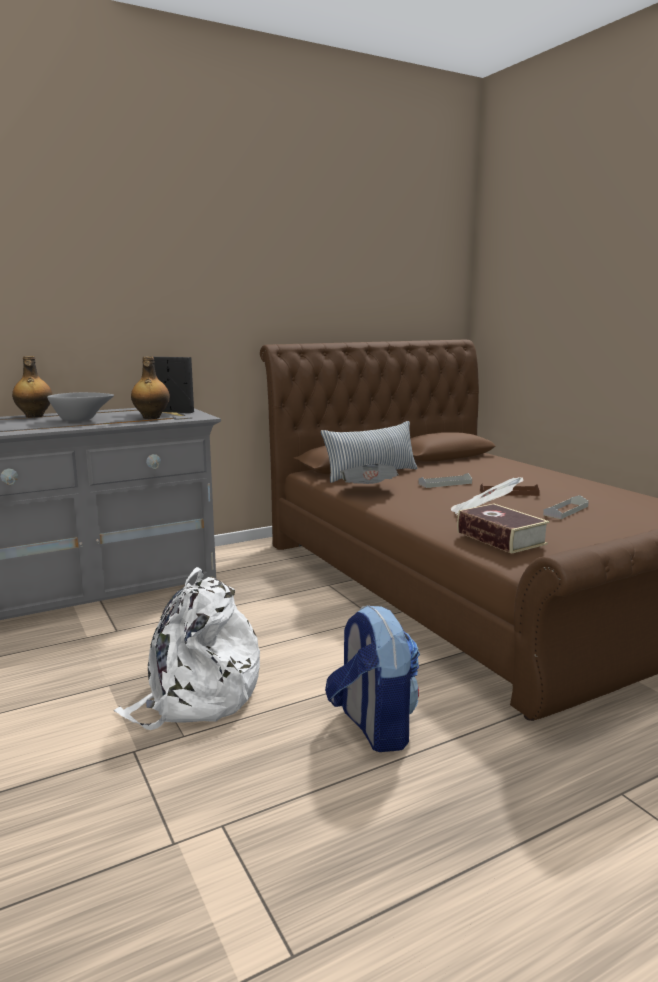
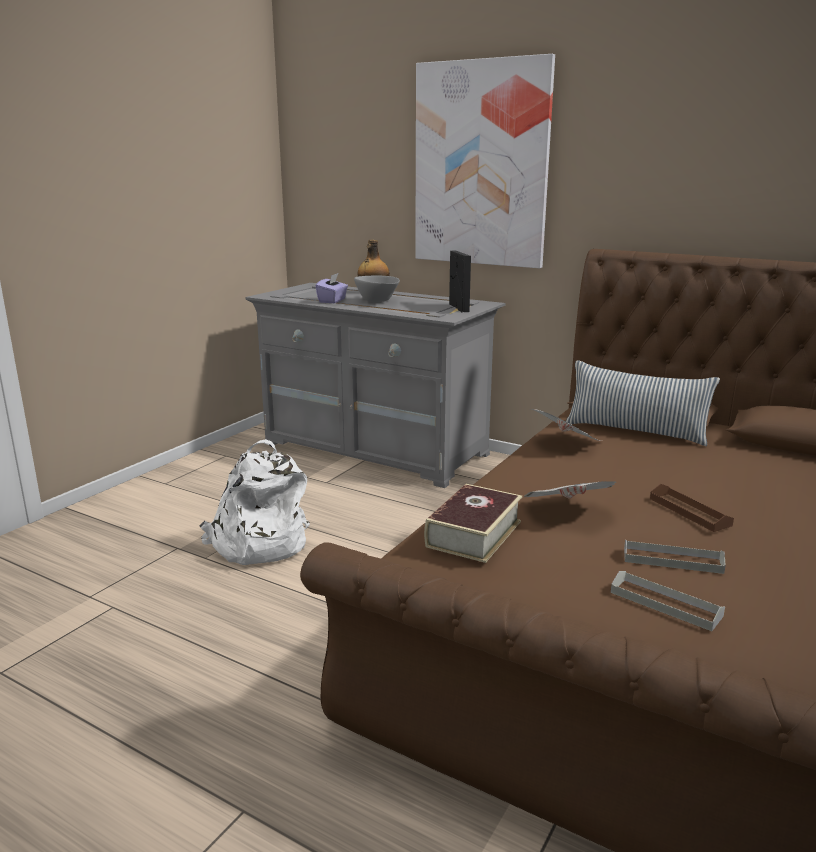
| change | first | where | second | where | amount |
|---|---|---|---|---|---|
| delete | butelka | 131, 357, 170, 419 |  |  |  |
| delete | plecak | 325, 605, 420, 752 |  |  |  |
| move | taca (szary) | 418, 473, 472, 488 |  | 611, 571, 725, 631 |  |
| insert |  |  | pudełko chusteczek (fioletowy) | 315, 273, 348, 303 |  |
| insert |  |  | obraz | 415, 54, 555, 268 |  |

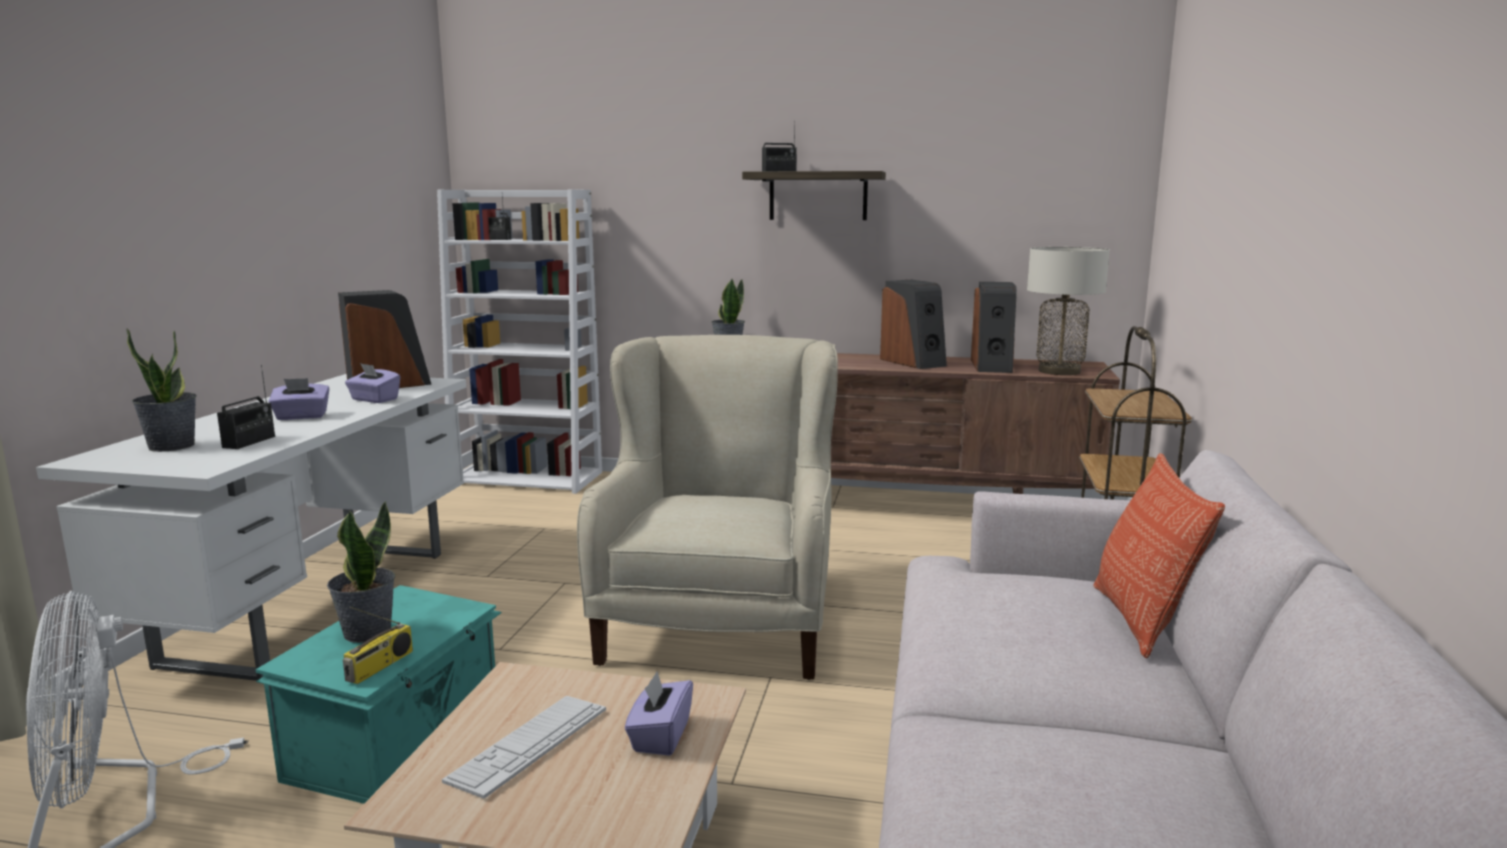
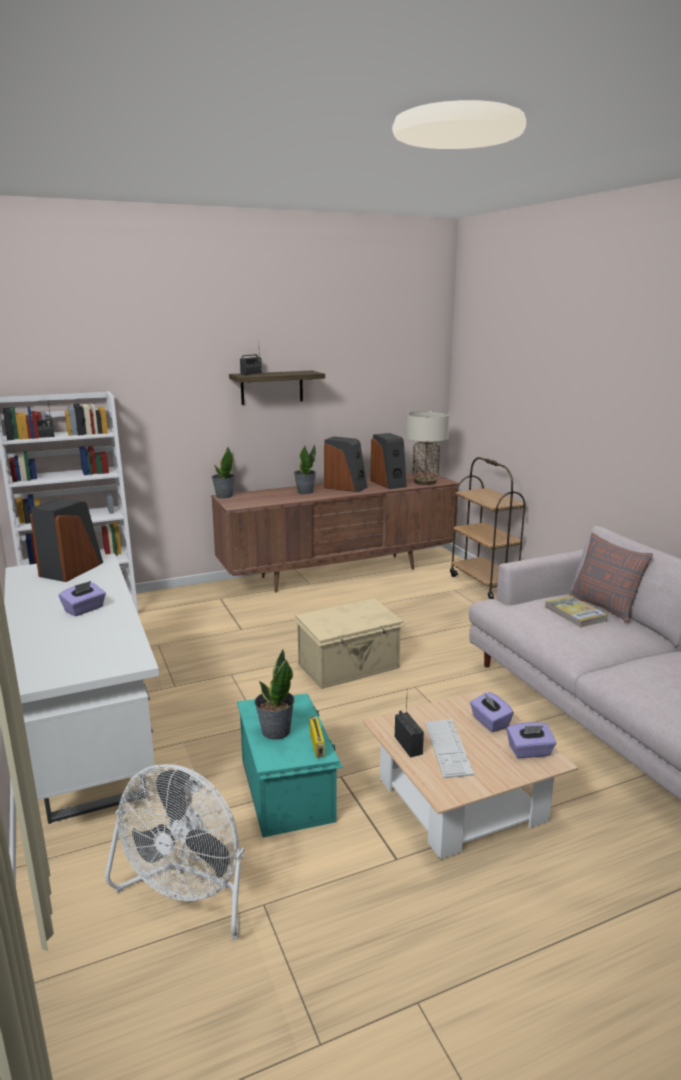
| change | first | where | second | where | amount |
|---|---|---|---|---|---|
| move | roślina doniczkowa | 126, 329, 196, 452 |  | 294, 445, 316, 494 |  |
| move | radio | 217, 365, 275, 449 |  | 395, 688, 424, 757 |  |
| move | pudełko chusteczek (fioletowy) | 345, 363, 400, 403 |  | 507, 722, 556, 758 |  |
| replace | fotel (beżowy) | 577, 335, 838, 680 | pojemnik do przechowywania (beżowy) | 294, 598, 406, 689 |  |
| recolor | poduszka (pomarańczowy) | 1094, 453, 1225, 658 | poduszka (szary) | 569, 533, 653, 623 |  |
| insert |  |  | książka | 545, 596, 608, 628 |  |

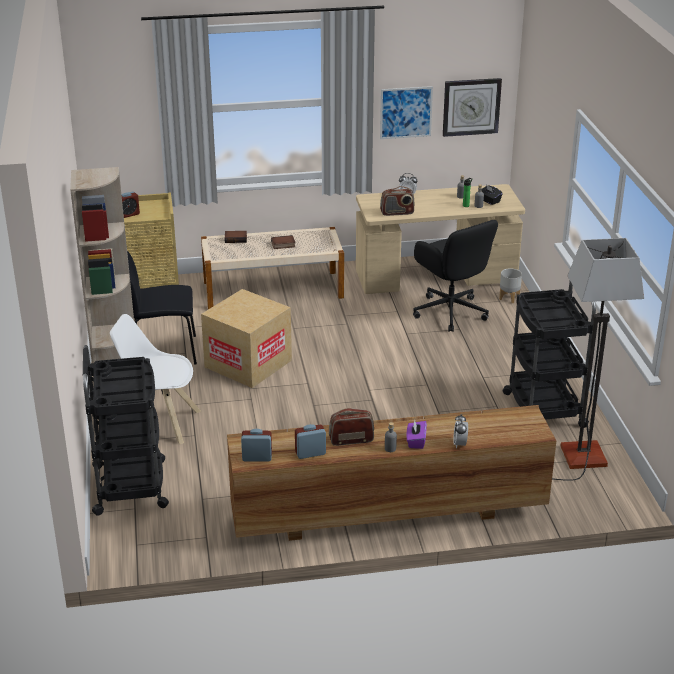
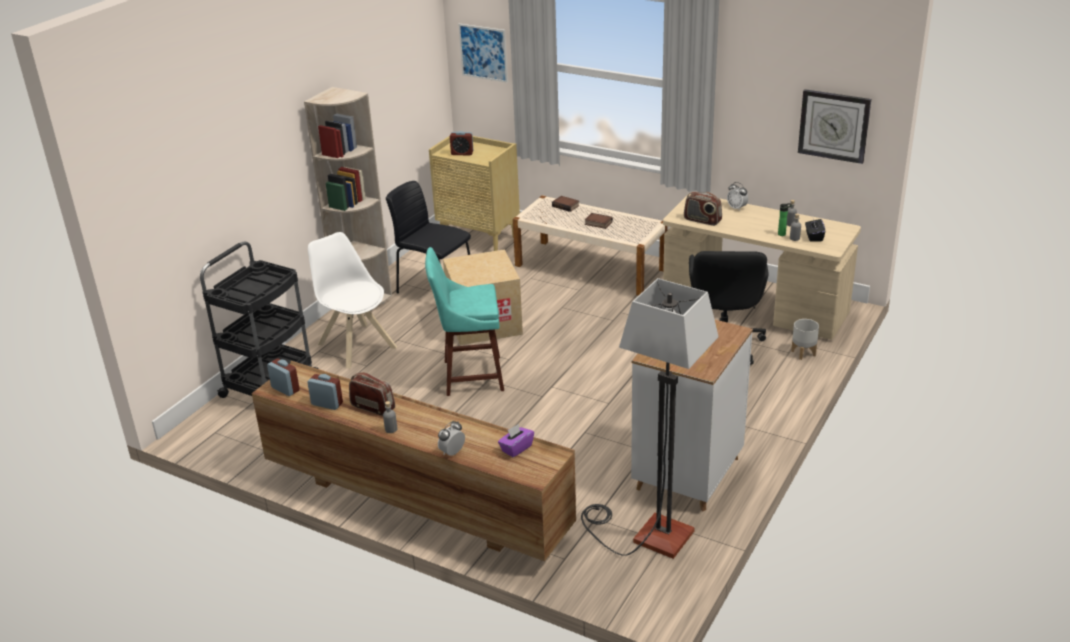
| change | first | where | second | where | amount |
|---|---|---|---|---|---|
| move | obraz | 380, 86, 433, 139 |  | 458, 24, 508, 83 |  |
| move | pudełko chusteczek (fioletowy) | 407, 419, 427, 449 |  | 498, 424, 534, 457 |  |
| replace | wózek (czarny) | 503, 281, 596, 428 | komoda | 631, 320, 753, 512 |  |
| insert |  |  | krzesło (turkusowy) | 425, 247, 504, 396 |  |

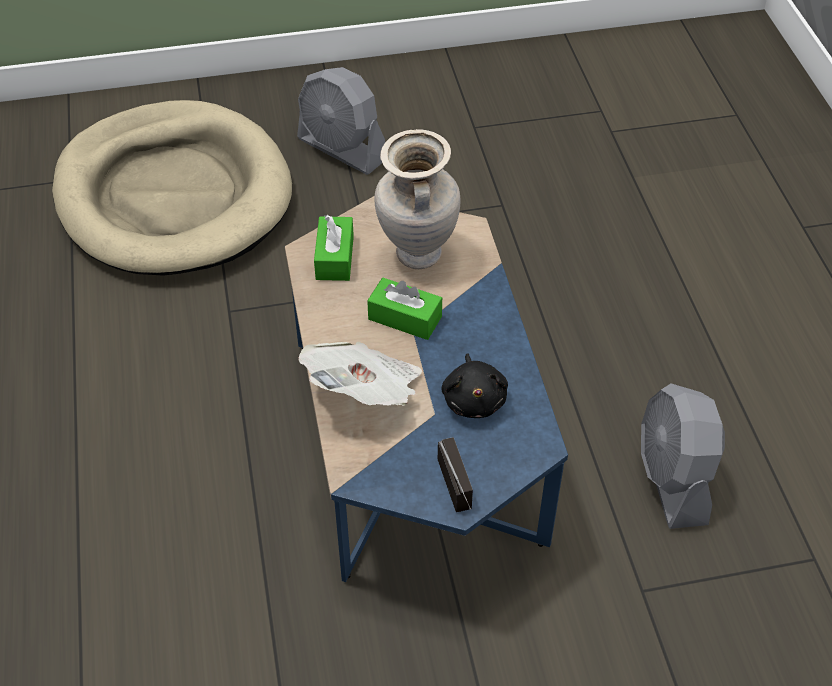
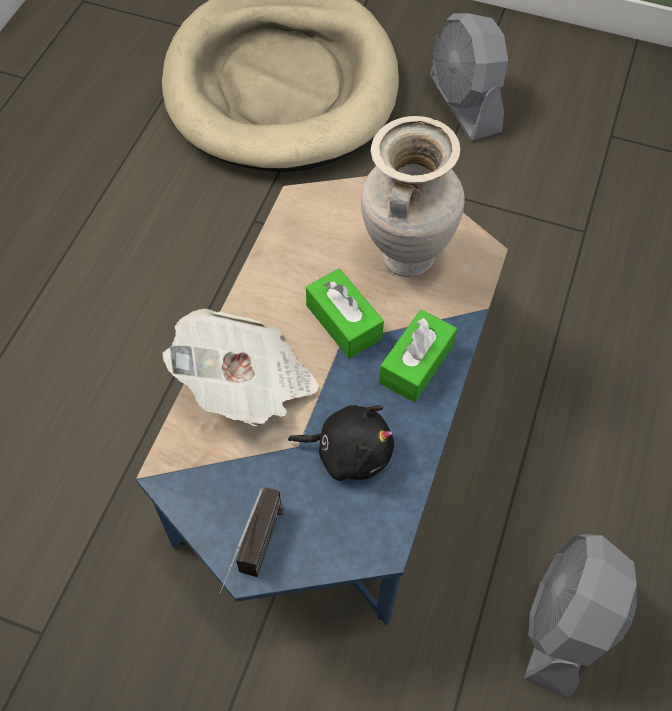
| change | first | where | second | where | amount |
|---|---|---|---|---|---|
| move | pudełko chusteczek (zielony) | 314, 215, 354, 281 |  | 379, 309, 457, 403 |  |
| rotate | pluszak (czarny) | 441, 353, 508, 418 |  | 288, 405, 394, 481 | 105 degrees counterclockwise |

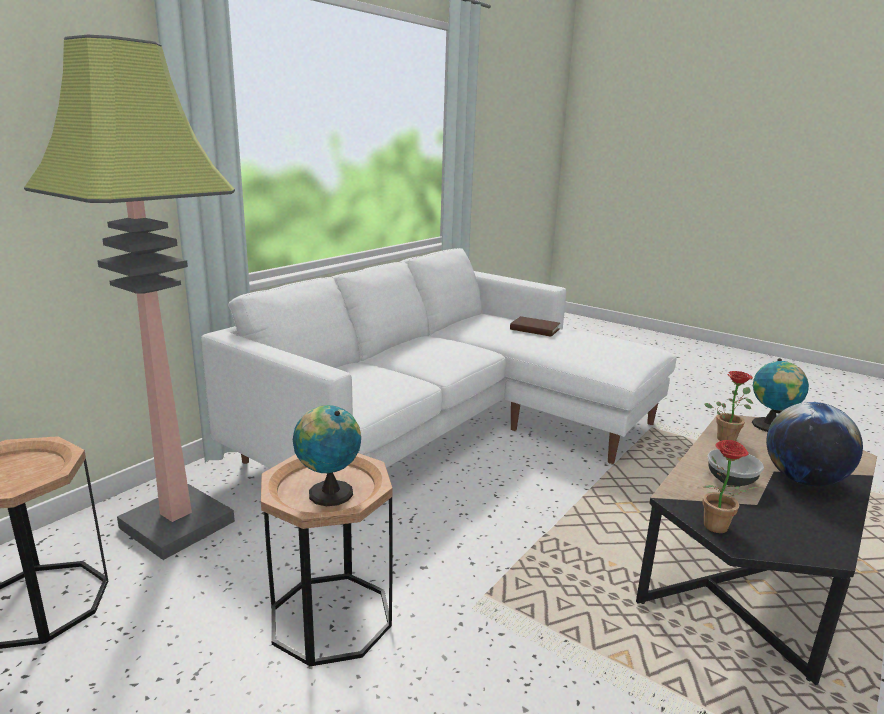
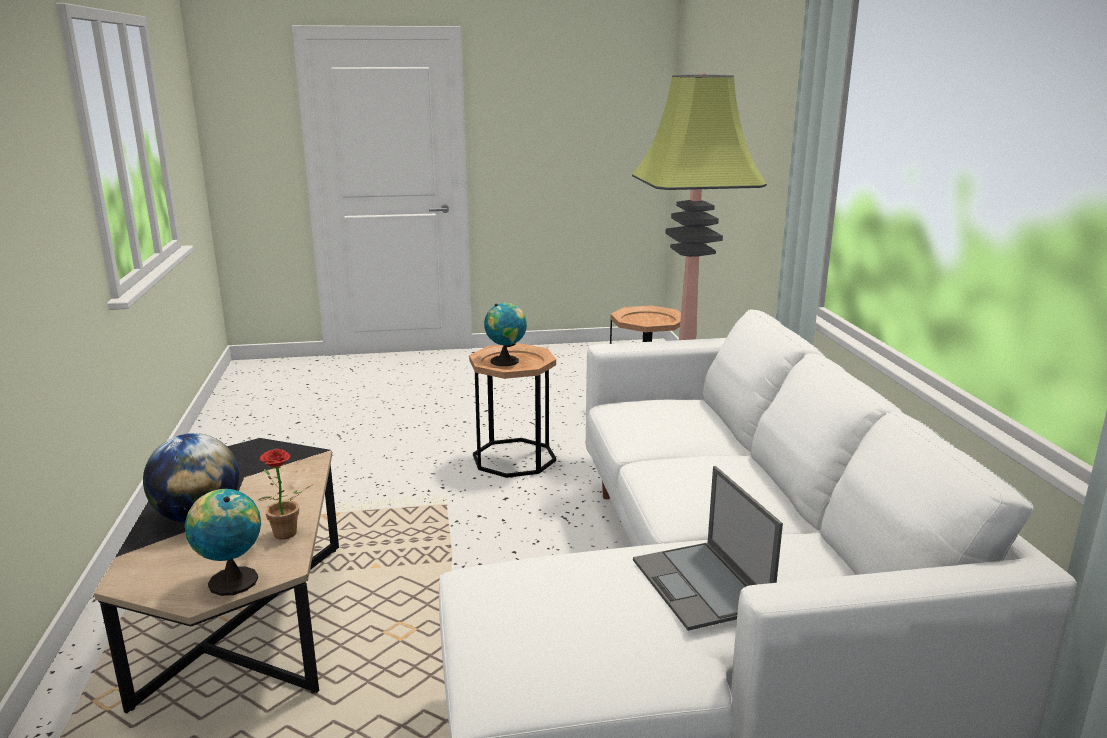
| change | first | where | second | where | amount |
|---|---|---|---|---|---|
| replace | książka (brązowy) | 510, 316, 560, 337 | laptop | 633, 466, 783, 631 |  |
| delete | roślina doniczkowa | 703, 440, 758, 533 |  |  |  |
| delete | miska | 708, 449, 764, 487 |  |  |  |

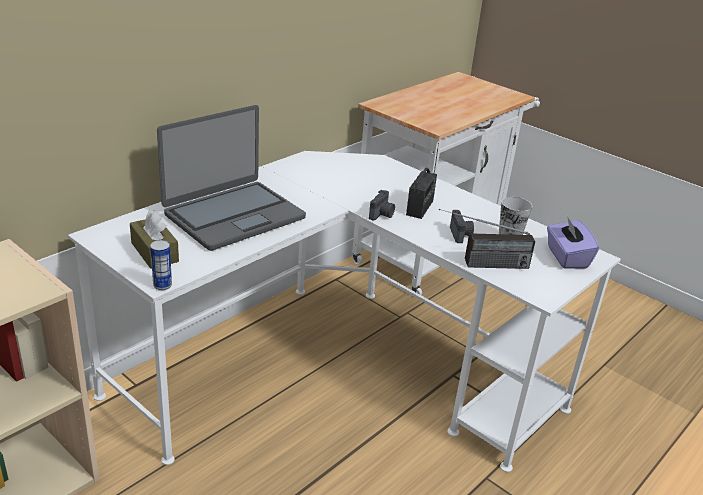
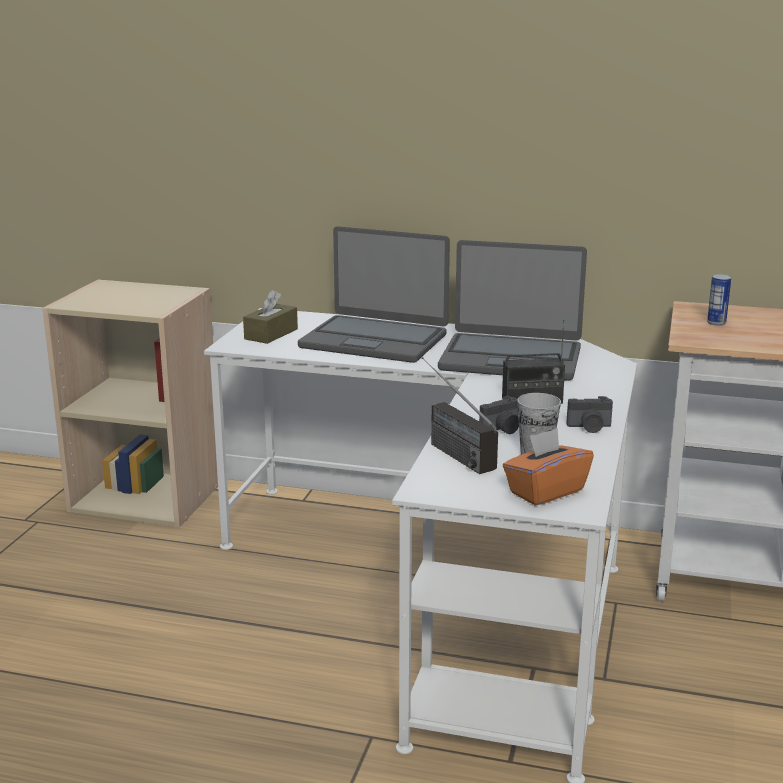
| change | first | where | second | where | amount |
|---|---|---|---|---|---|
| move | puszka | 150, 240, 172, 290 |  | 707, 274, 731, 326 |  |
| move | aparat fotograficzny | 369, 190, 395, 221 |  | 566, 396, 613, 433 |  |
| recolor | pudełko chusteczek (fioletowy) | 547, 218, 599, 269 | pudełko chusteczek (pomarańczowy) | 503, 428, 594, 506 |  |
| insert |  |  | laptop | 438, 240, 587, 381 |  |

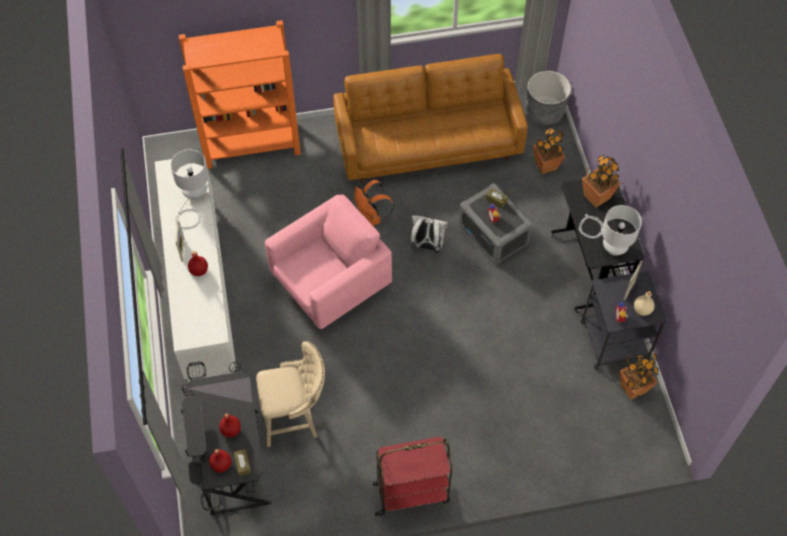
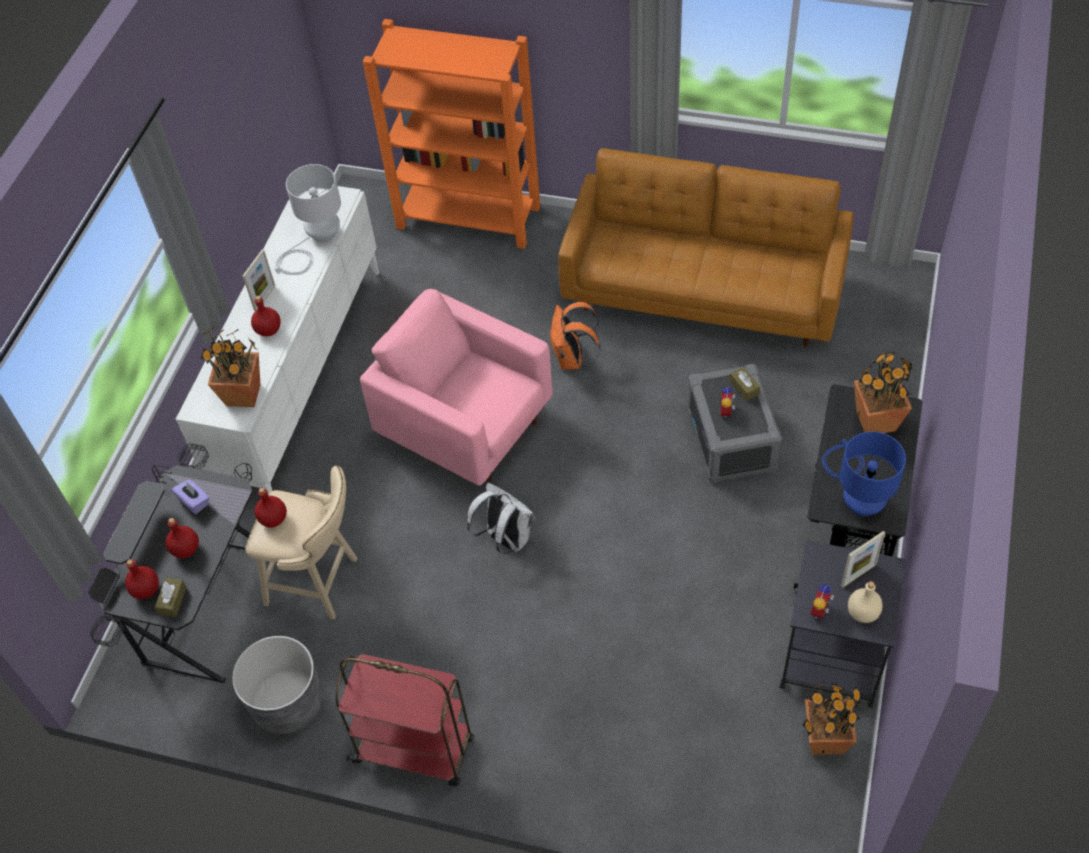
| change | first | where | second | where | amount |
|---|---|---|---|---|---|
| rotate | fotel (różowy) | 265, 194, 392, 329 |  | 360, 289, 553, 486 | 135 degrees counterclockwise |
| move | plecak (biały) | 411, 215, 448, 253 |  | 467, 483, 536, 554 |  |
| move | donica (szary) | 526, 71, 571, 125 |  | 232, 636, 322, 734 |  |
| move | roślina doniczkowa | 533, 128, 565, 174 |  | 201, 327, 260, 407 |  |
| recolor | lampa stołowa (biały) | 579, 205, 642, 256 | lampa stołowa (niebieski) | 822, 431, 906, 516 |  |
| insert |  |  | pudełko chusteczek (fioletowy) | 172, 479, 209, 514 |  |
| insert |  |  | butelka (czerwony) | 254, 488, 287, 528 |  |

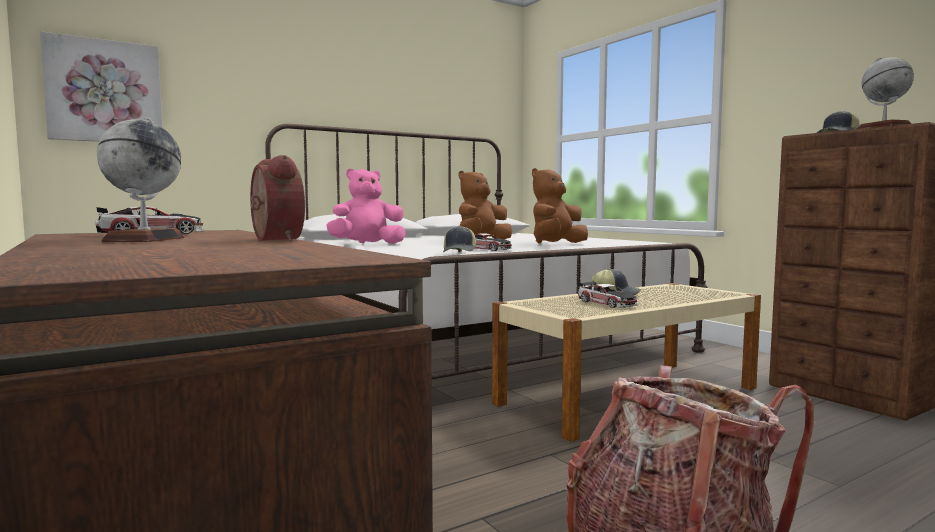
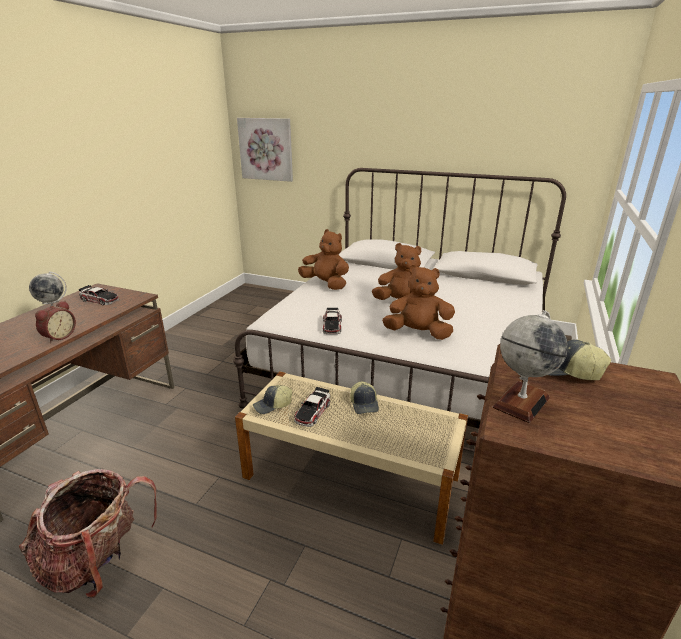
| change | first | where | second | where | amount |
|---|---|---|---|---|---|
| recolor | pluszak (różowy) | 326, 168, 406, 244 | pluszak (brązowy) | 298, 229, 349, 290 |  |
| move | czapka z daszkiem | 443, 226, 476, 252 |  | 253, 385, 292, 414 |  |

